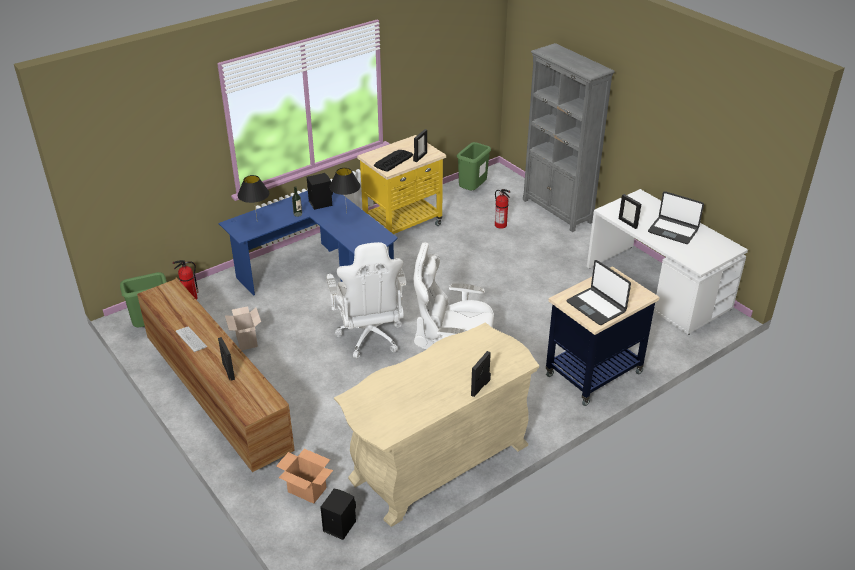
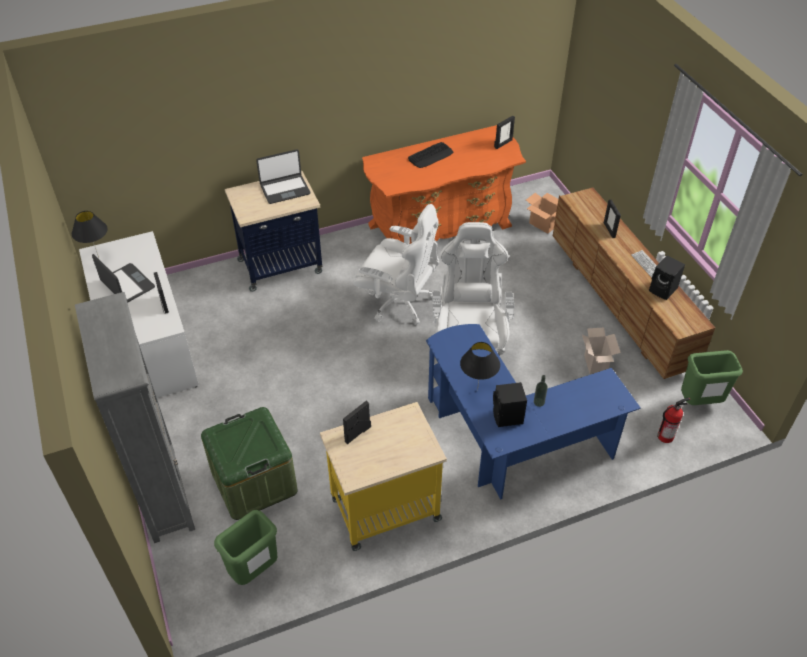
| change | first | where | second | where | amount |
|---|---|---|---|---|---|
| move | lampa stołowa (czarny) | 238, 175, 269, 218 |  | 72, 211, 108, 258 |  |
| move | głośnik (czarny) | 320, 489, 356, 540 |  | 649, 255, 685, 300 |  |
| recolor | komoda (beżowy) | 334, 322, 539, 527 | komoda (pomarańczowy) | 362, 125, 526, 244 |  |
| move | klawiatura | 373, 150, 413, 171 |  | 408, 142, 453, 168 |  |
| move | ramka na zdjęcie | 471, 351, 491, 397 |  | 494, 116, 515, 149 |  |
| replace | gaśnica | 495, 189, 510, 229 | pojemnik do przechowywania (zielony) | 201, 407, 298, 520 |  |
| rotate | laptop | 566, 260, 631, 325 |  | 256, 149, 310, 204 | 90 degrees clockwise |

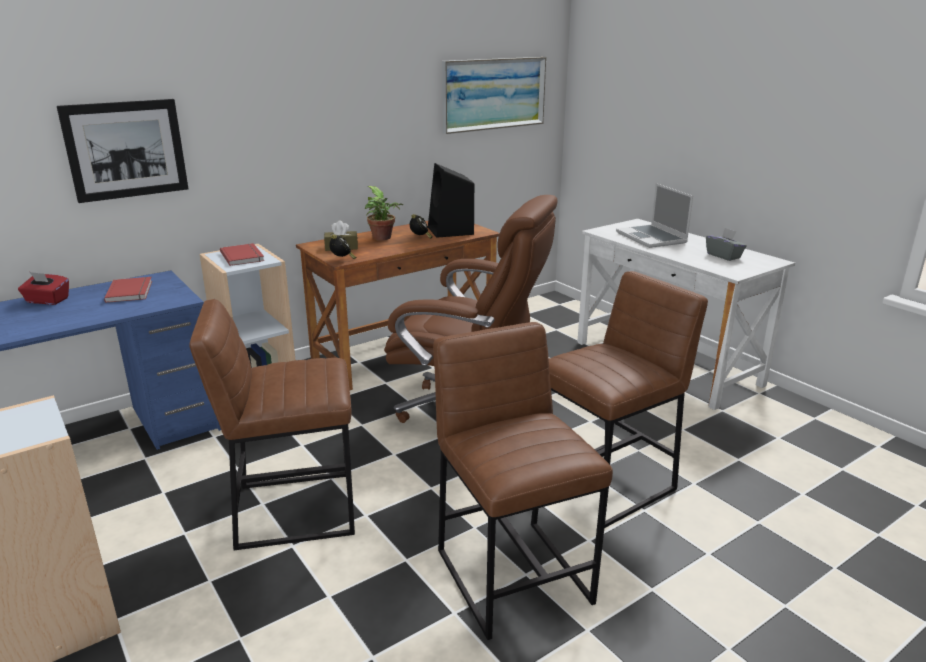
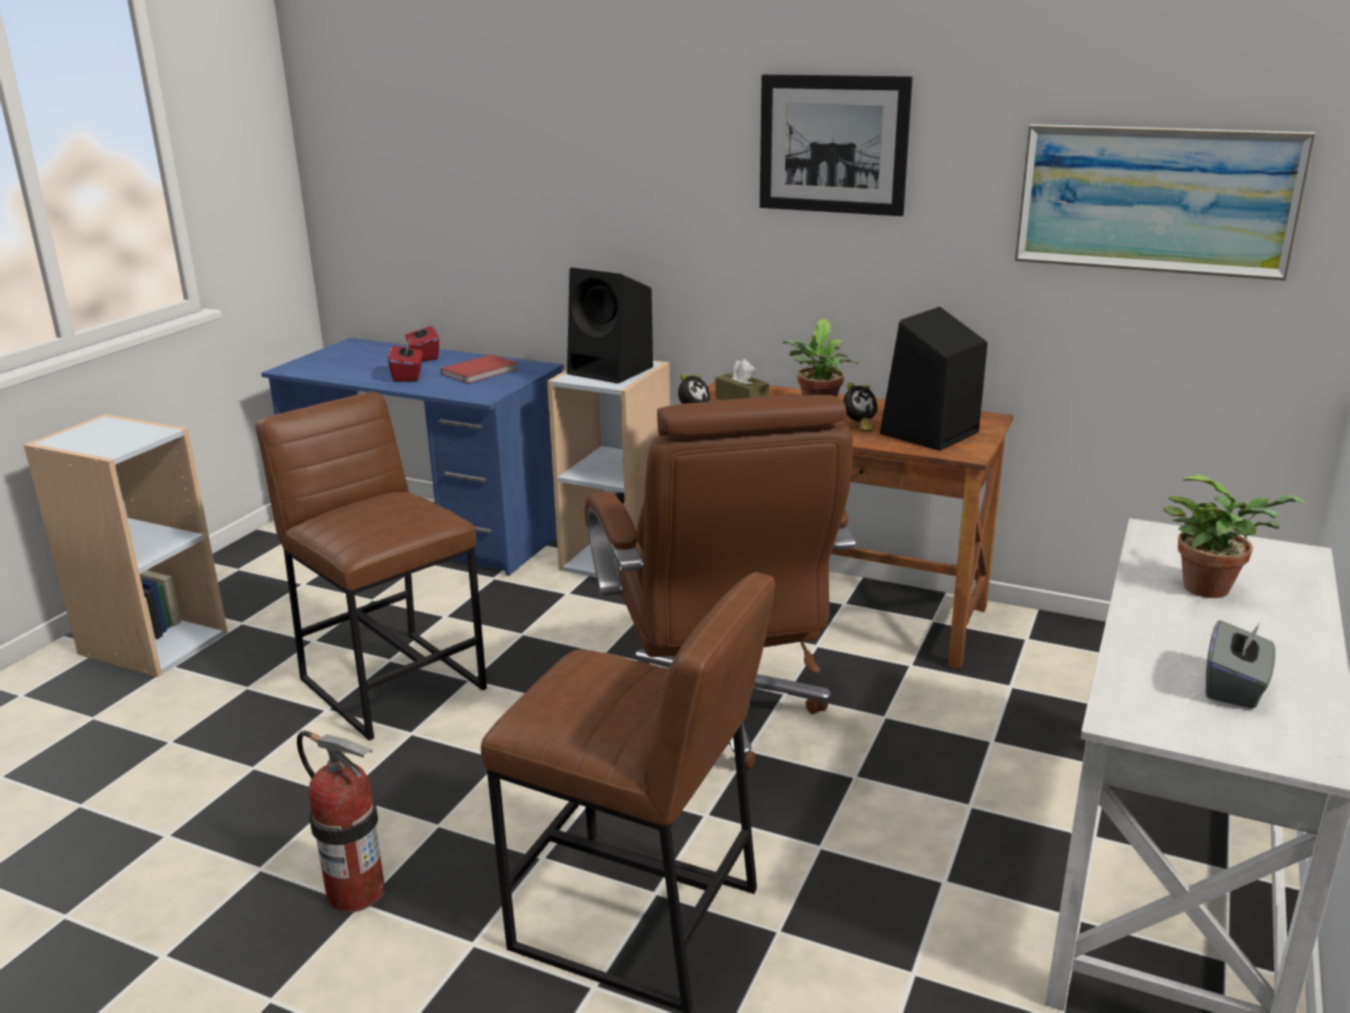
| change | first | where | second | where | amount |
|---|---|---|---|---|---|
| move | obraz | 57, 99, 189, 203 |  | 760, 74, 913, 216 |  |
| replace | książka (czerwony) | 220, 243, 265, 266 | głośnik (czarny) | 567, 267, 653, 384 |  |
| replace | krzesło (brązowy) | 433, 322, 613, 640 | gaśnica | 297, 730, 385, 913 |  |
| replace | laptop | 616, 183, 693, 248 | roślina doniczkowa | 1163, 474, 1305, 598 |  |
| insert |  |  | pudełko chusteczek (czerwony) | 388, 338, 423, 382 |  |

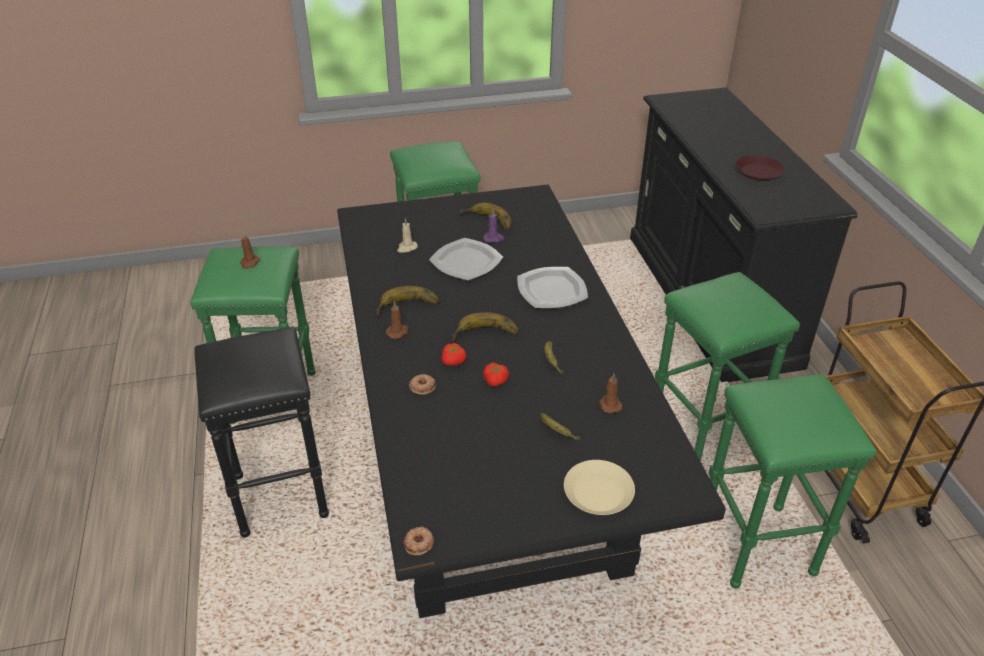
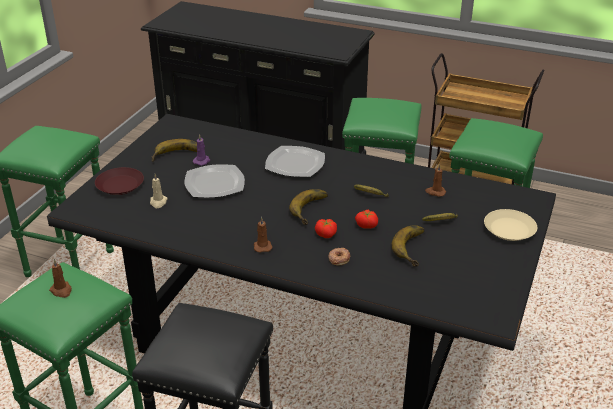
| change | first | where | second | where | amount |
|---|---|---|---|---|---|
| move | banan | 376, 286, 439, 316 |  | 392, 225, 425, 266 |  |
| delete | donut | 404, 527, 434, 555 |  |  |  |
| move | talerz (brązowy) | 736, 155, 785, 181 |  | 95, 167, 144, 195 |  |

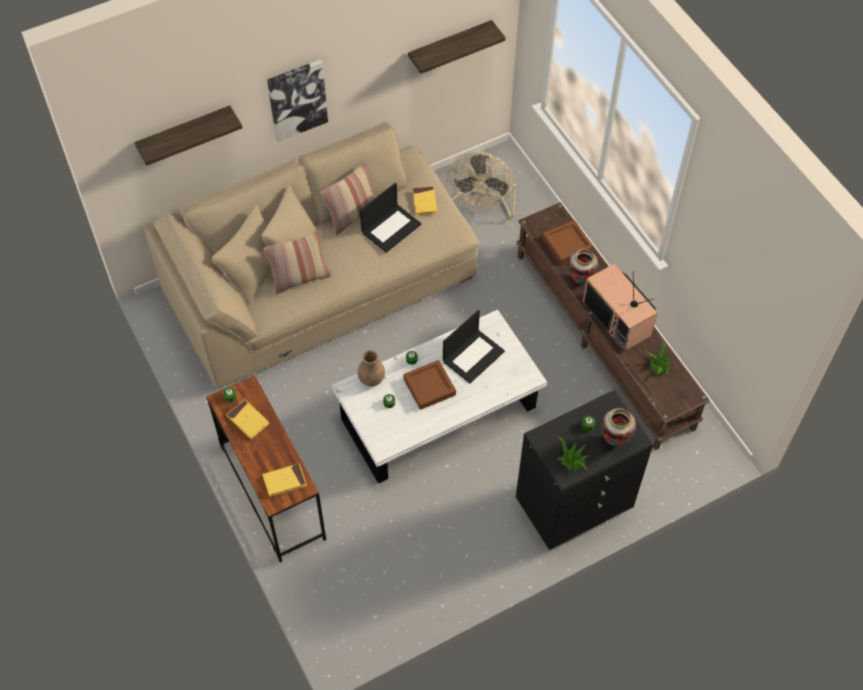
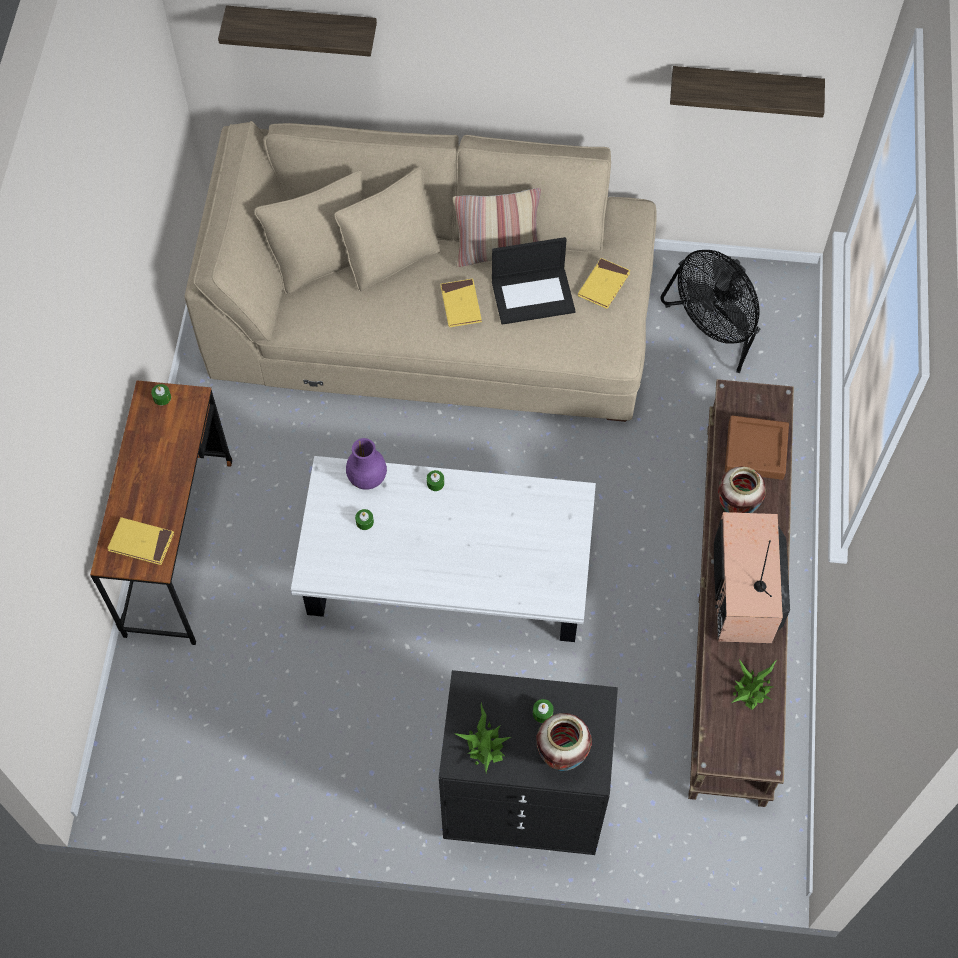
| change | first | where | second | where | amount |
|---|---|---|---|---|---|
| move | książka (żółty) | 226, 399, 269, 439 |  | 440, 278, 482, 327 |  |
| delete | poduszka | 264, 230, 331, 295 |  |  |  |
| delete | obraz | 267, 60, 328, 142 |  |  |  |
| recolor | wazon (brązowy) | 358, 350, 385, 386 | wazon (fioletowy) | 346, 438, 387, 490 |  |
| delete | taca (brązowy) | 403, 360, 456, 410 |  |  |  |
| delete | laptop | 443, 310, 505, 383 |  |  |  |
| recolor | wentylator (beżowy) | 444, 152, 516, 219 | wentylator (czarny) | 661, 250, 760, 373 |  |

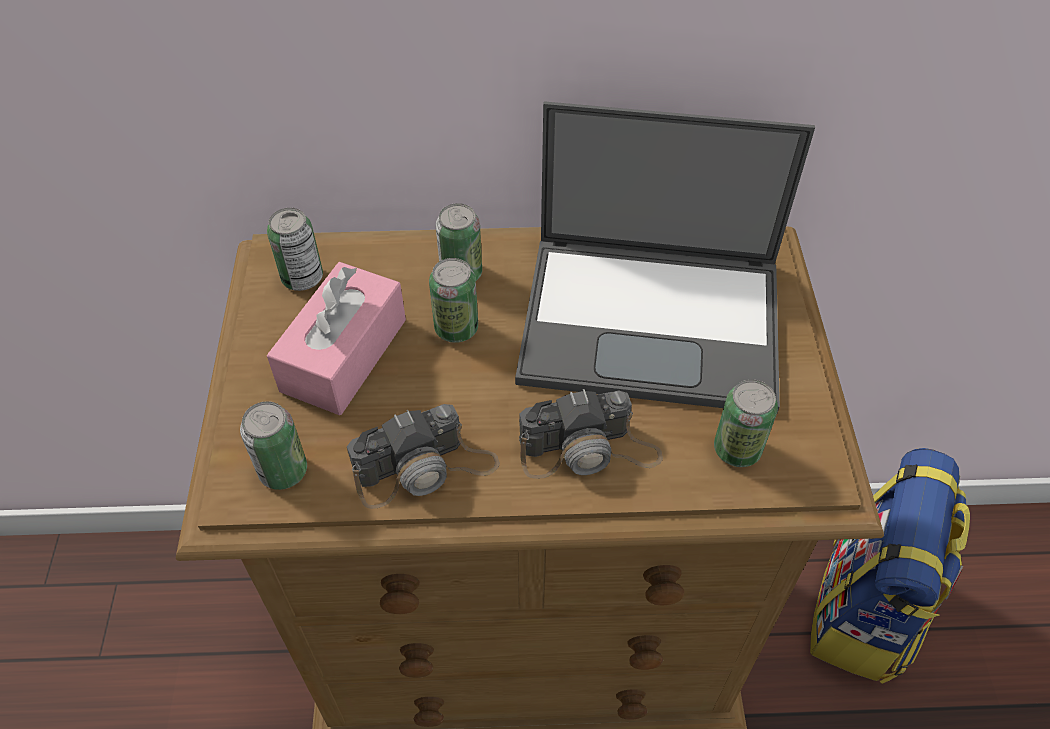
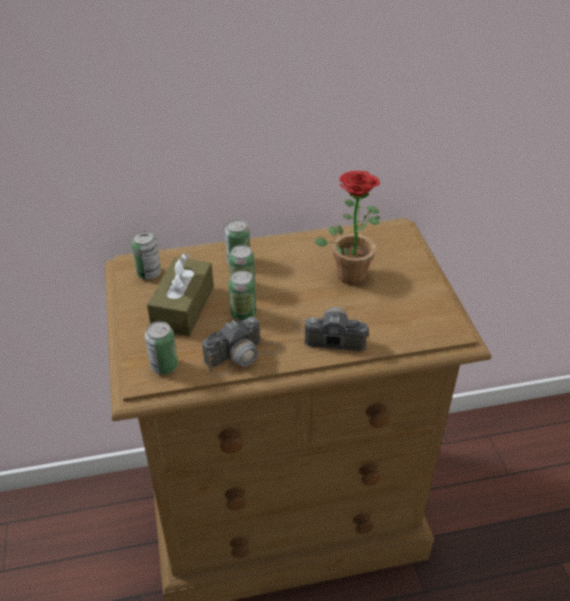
| change | first | where | second | where | amount |
|---|---|---|---|---|---|
| recolor | pudełko chusteczek (różowy) | 267, 262, 406, 415 | pudełko chusteczek (brązowy) | 147, 253, 214, 336 |  |
| replace | laptop | 515, 101, 815, 413 | roślina doniczkowa | 314, 171, 380, 285 |  |
| rotate | aparat fotograficzny | 519, 389, 663, 479 |  | 293, 307, 369, 351 | 150 degrees counterclockwise |
| move | puszka | 714, 379, 778, 467 |  | 229, 270, 256, 321 |  |
| delete | plecak | 810, 448, 970, 684 |  |  |  |

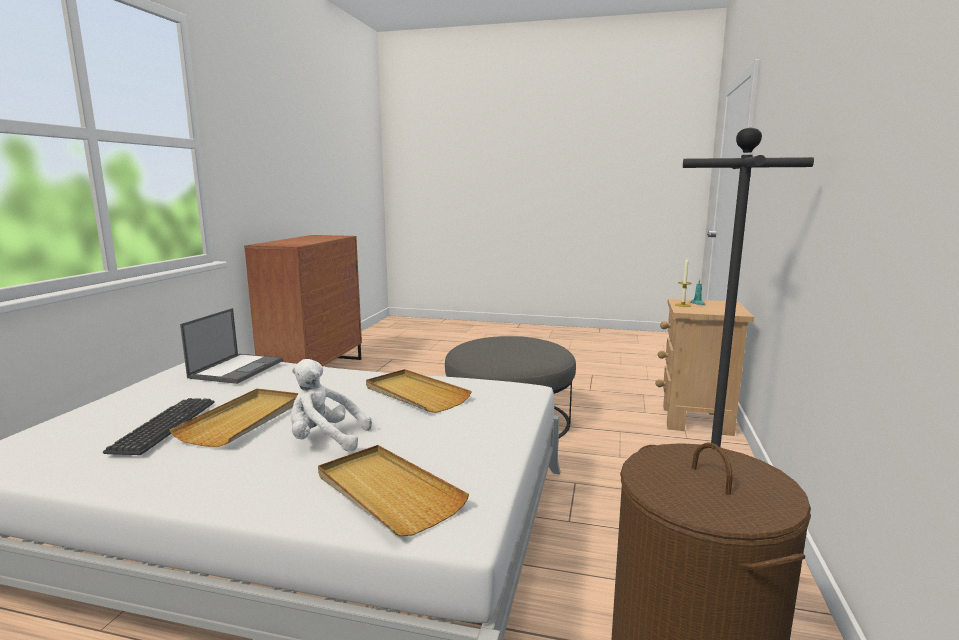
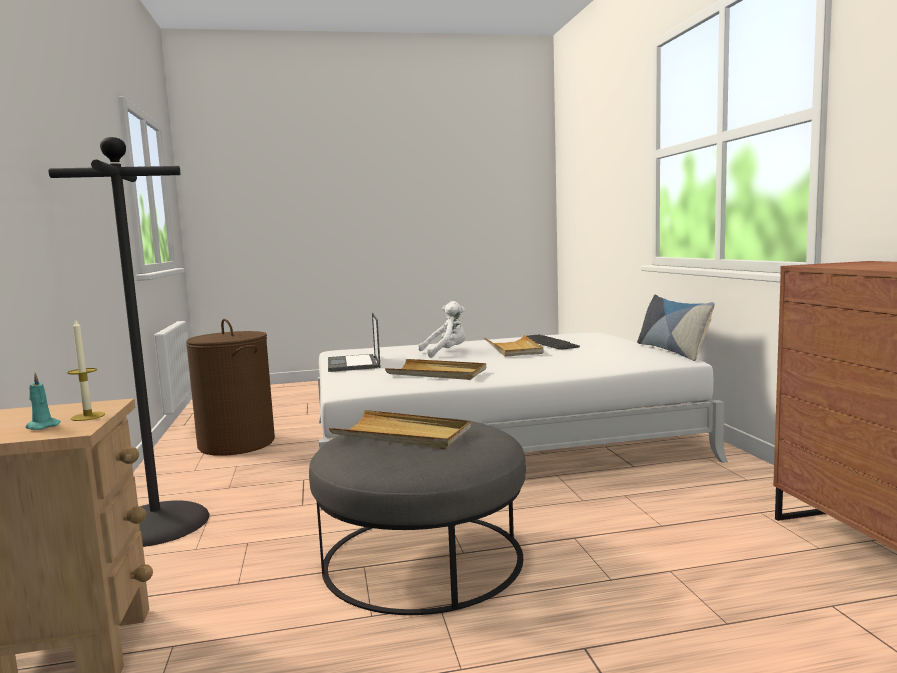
| change | first | where | second | where | amount |
|---|---|---|---|---|---|
| move | laptop | 180, 308, 283, 384 |  | 328, 313, 381, 372 |  |
| move | taca (beżowy) | 318, 445, 469, 536 |  | 329, 410, 471, 449 |  |
| insert |  |  | poduszka | 637, 294, 715, 361 |  |

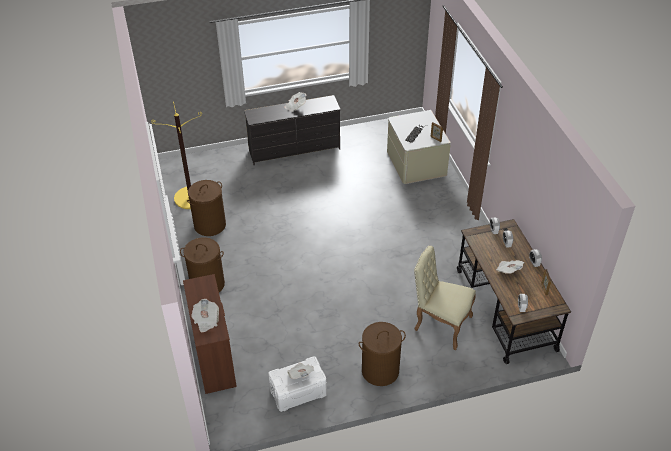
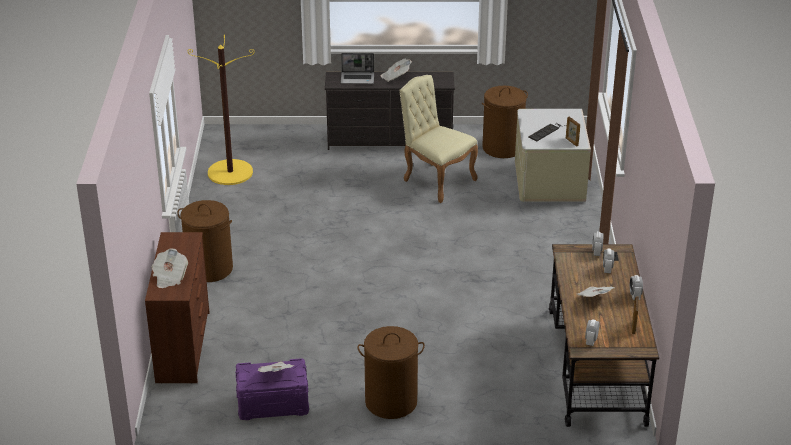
| change | first | where | second | where | amount |
|---|---|---|---|---|---|
| move | kosz na pranie (brązowy) | 187, 180, 226, 236 |  | 482, 86, 528, 158 |  |
| recolor | pojemnik do przechowywania (biały) | 268, 356, 327, 412 | pojemnik do przechowywania (fioletowy) | 235, 358, 309, 420 |  |
| move | krzesło (beżowy) | 414, 246, 476, 350 |  | 399, 75, 478, 203 |  |
| insert |  |  | laptop | 341, 53, 374, 84 |  |

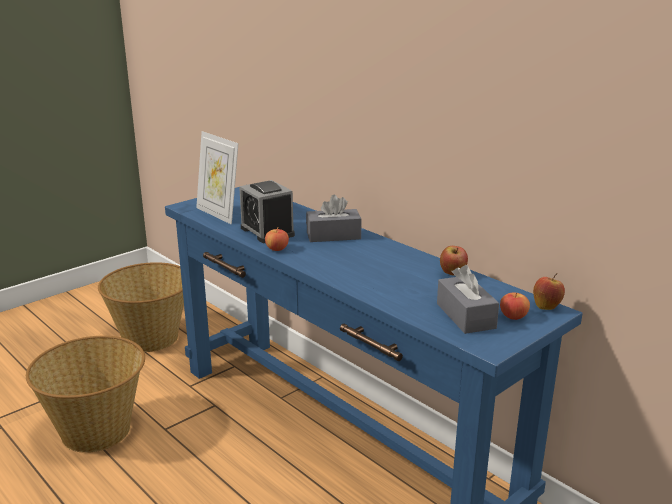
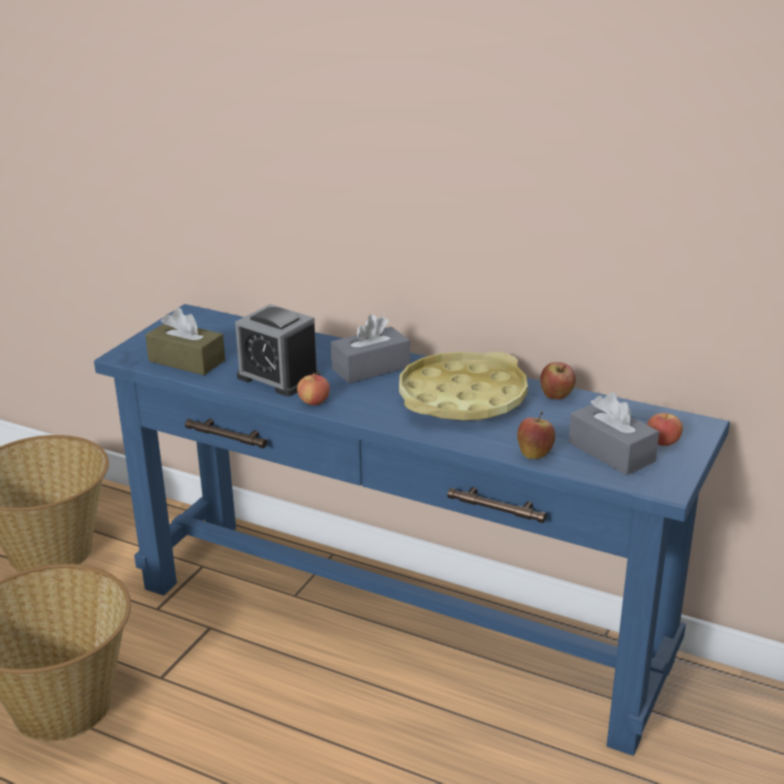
| change | first | where | second | where | amount |
|---|---|---|---|---|---|
| replace | ramka na zdjęcie | 196, 131, 239, 224 | pudełko chusteczek (brązowy) | 146, 308, 225, 375 |  |
| move | jabłko | 533, 273, 565, 310 |  | 517, 412, 555, 459 |  |
| insert |  |  | taca (żółty) | 399, 352, 528, 420 |  |

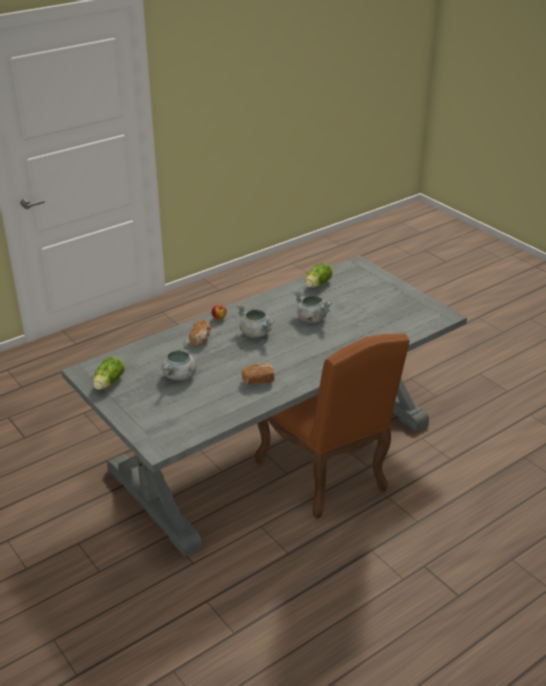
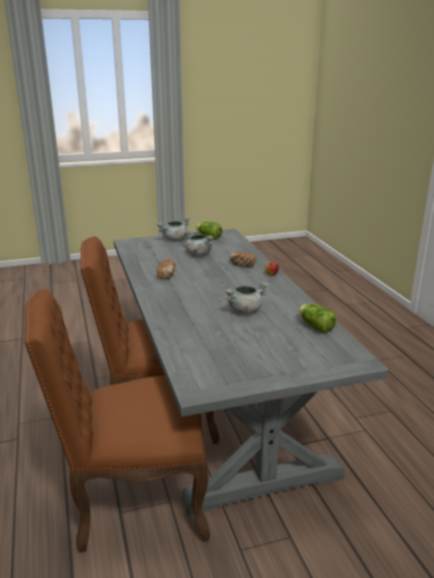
| change | first | where | second | where | amount |
|---|---|---|---|---|---|
| move | garnek (szary) | 236, 304, 275, 338 |  | 157, 217, 190, 241 |  |
| insert |  |  | krzesło (brązowy) | 25, 289, 210, 553 |  |

